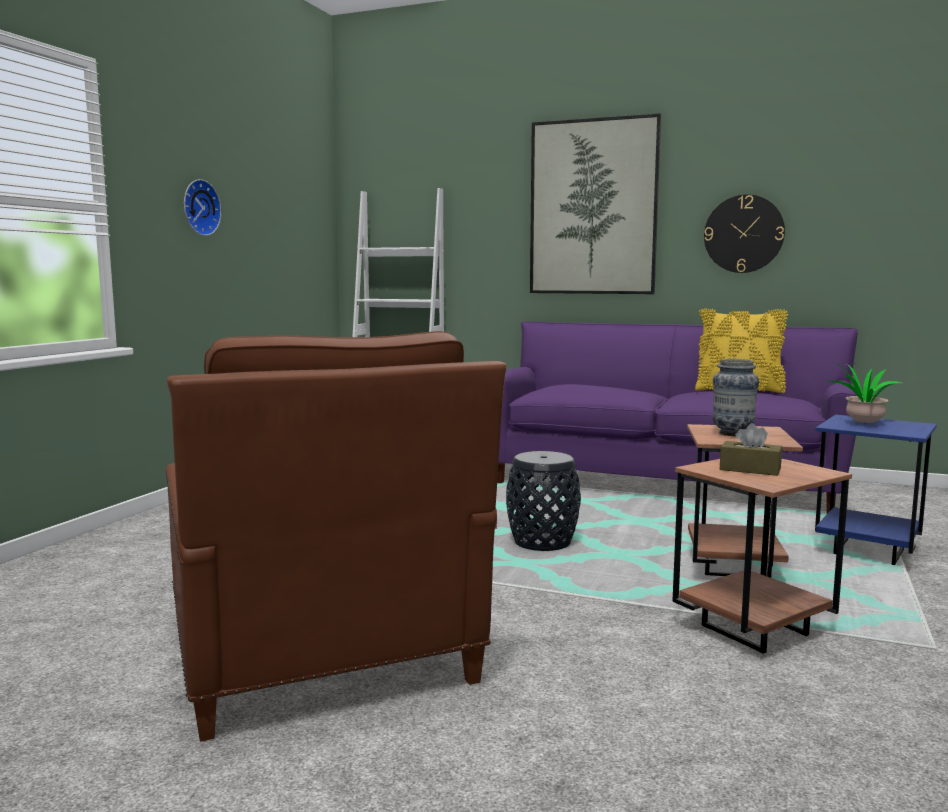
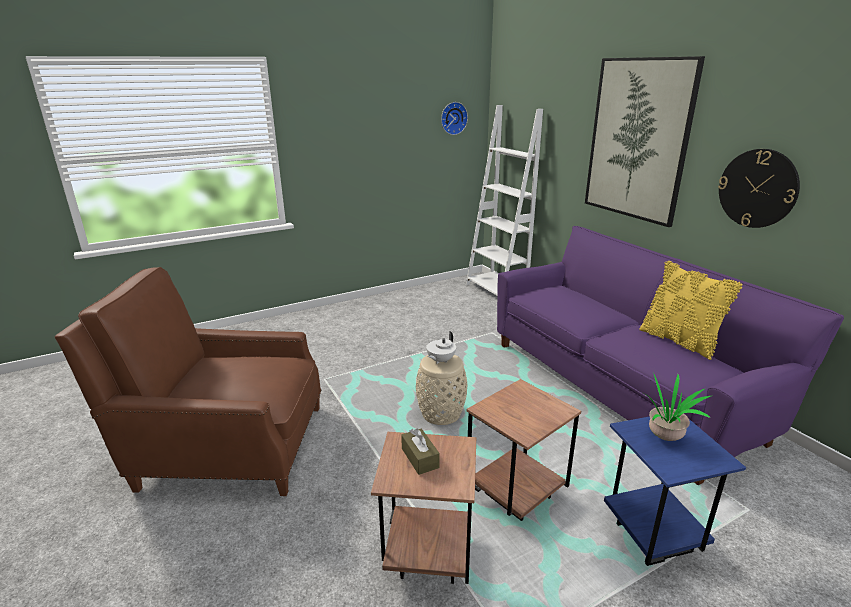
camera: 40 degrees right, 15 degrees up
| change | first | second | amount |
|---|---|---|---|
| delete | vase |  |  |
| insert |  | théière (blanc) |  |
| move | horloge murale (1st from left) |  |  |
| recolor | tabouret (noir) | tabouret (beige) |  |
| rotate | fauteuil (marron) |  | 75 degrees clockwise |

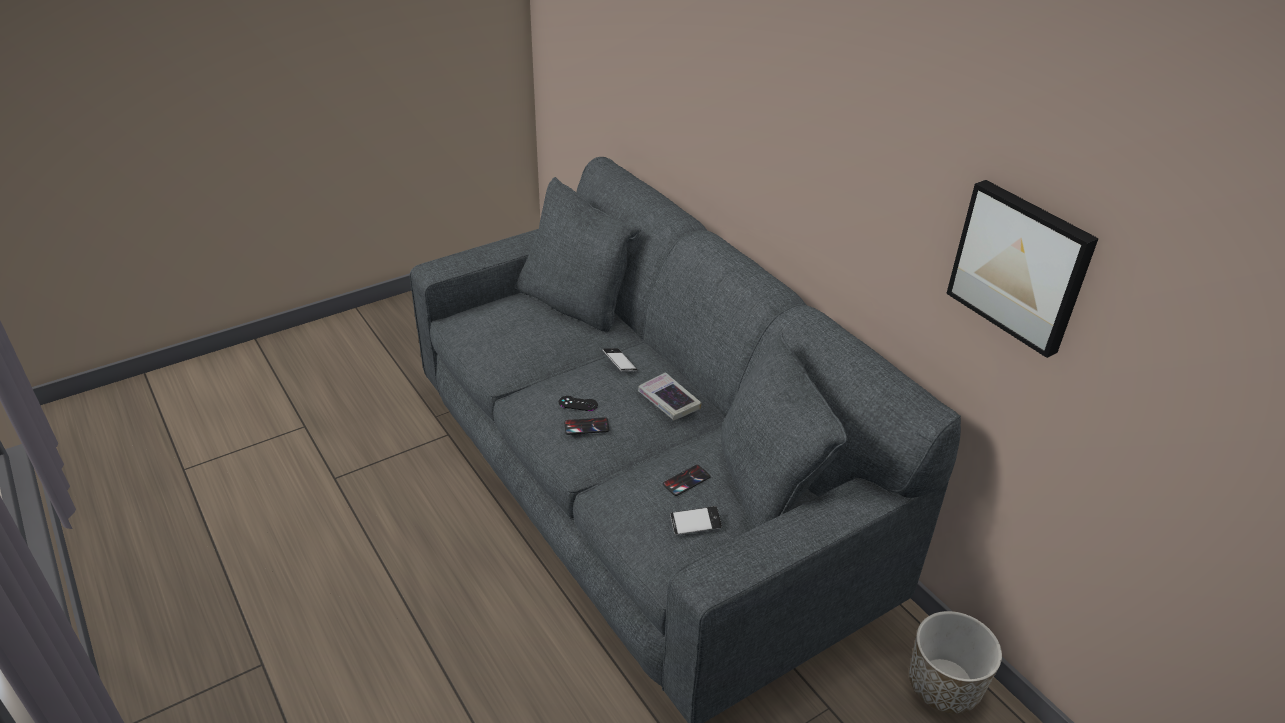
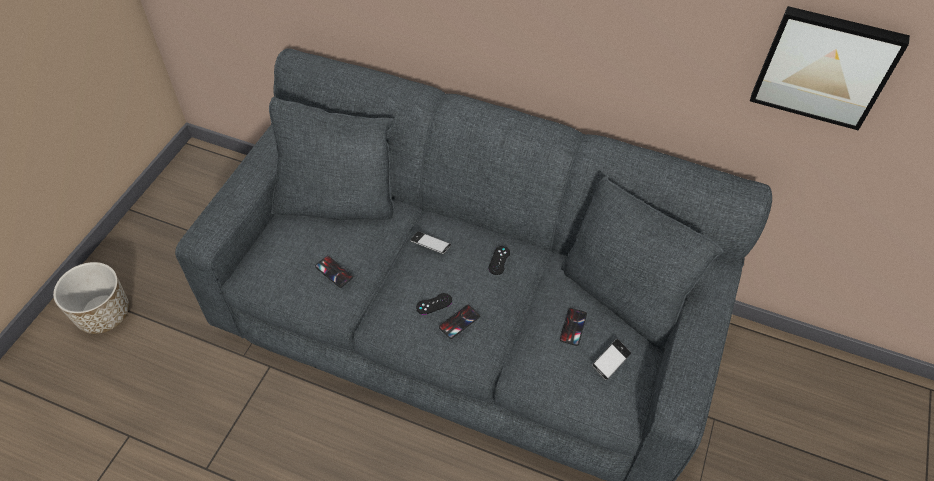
camera: 35 degrees left, 15 degrees up
| change | first | second | amount |
|---|---|---|---|
| insert |  | téléphone (1st from left) |  |
| move | cache-pot |  |  |
| replace | livre | manette (noir) (2nd from left) |  |

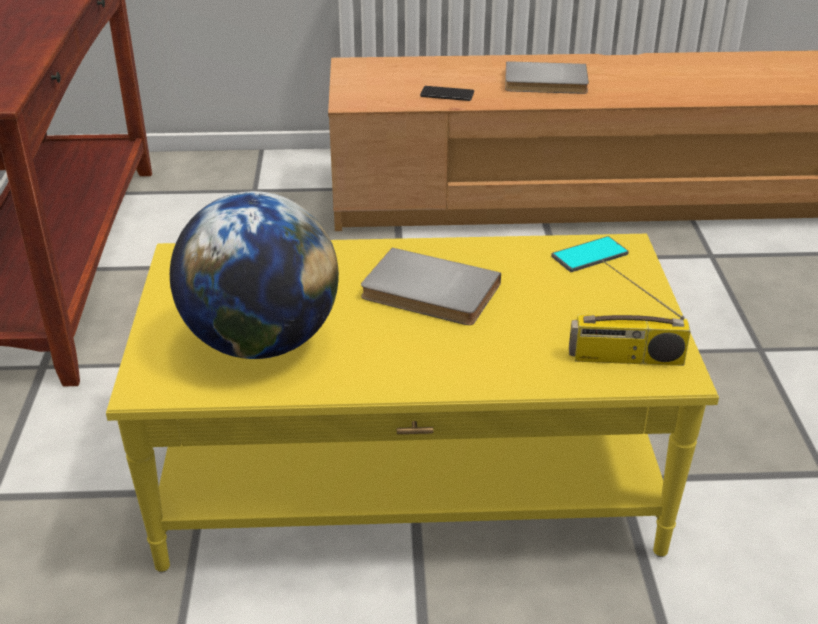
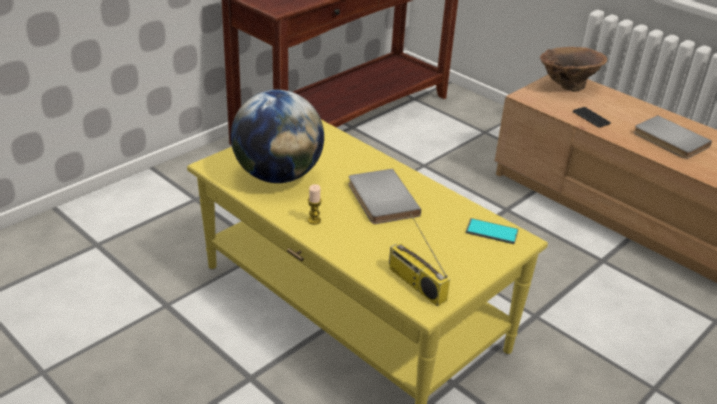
camera: 45 degrees right, 0 degrees up
| change | first | second | amount |
|---|---|---|---|
| insert |  | bougie |  |
| insert |  | vase (marron) |  |

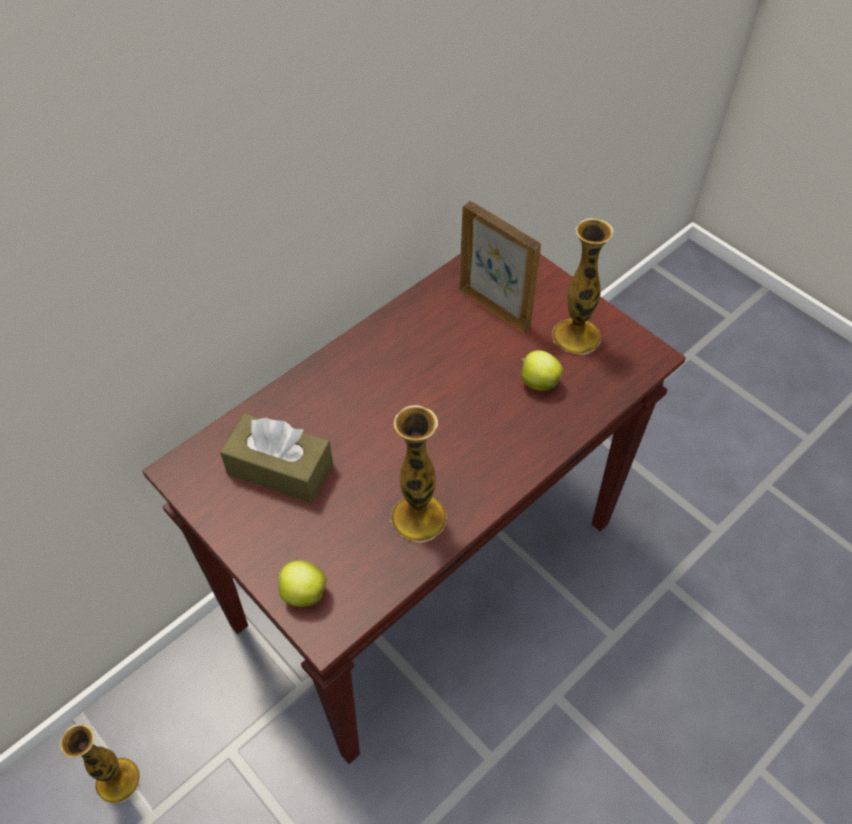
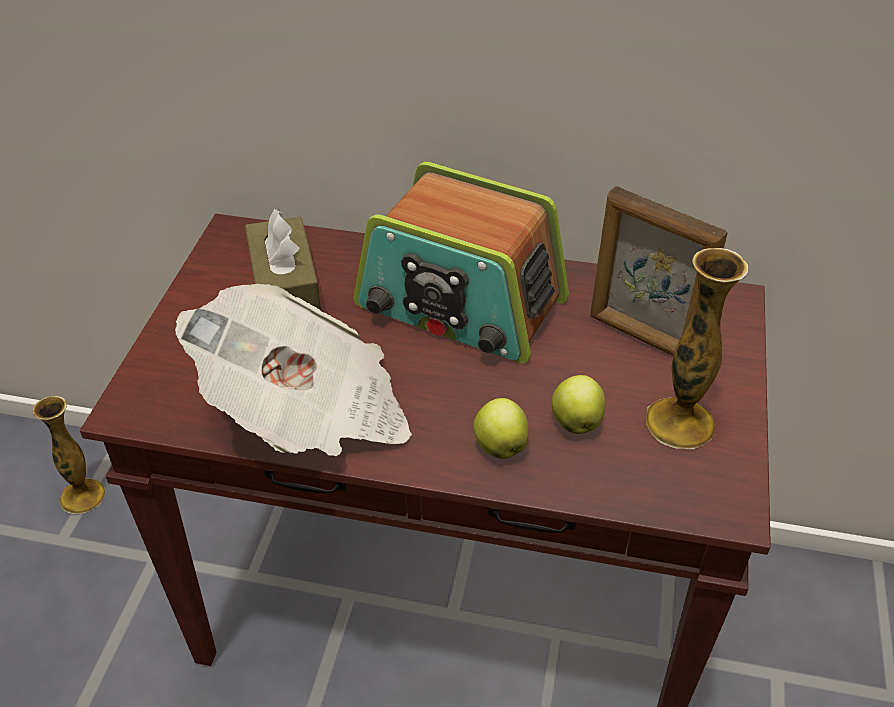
camera: 55 degrees right, 10 degrees down
| change | first | second | amount |
|---|---|---|---|
| insert |  | radio |  |
| move | pomme (1st from left) |  |  |
| replace | vase (2nd from left) | journal |  |
| rotate | cadre photo |  | 120 degrees clockwise |

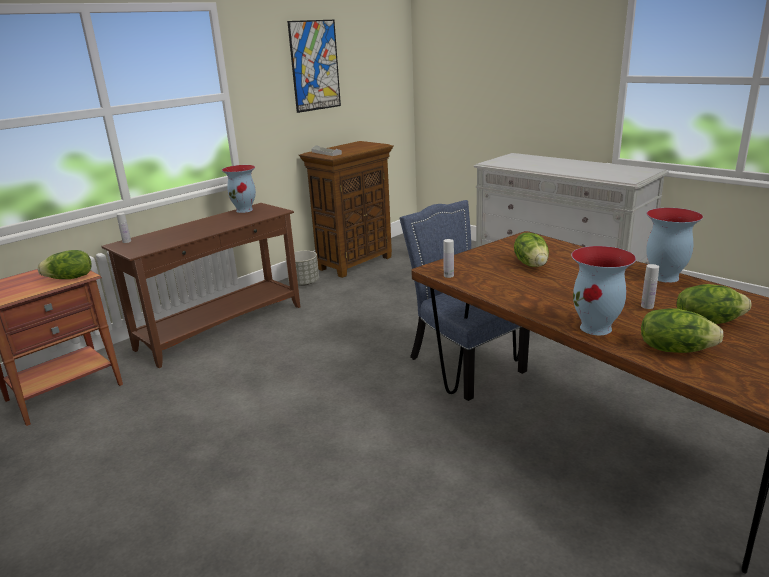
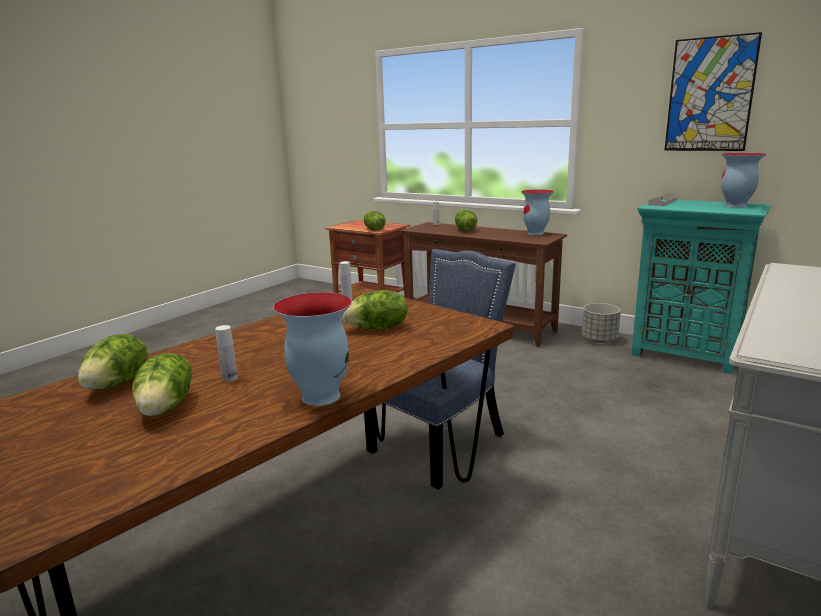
camera: 80 degrees right, 5 degrees down
| change | first | second | amount |
|---|---|---|---|
| insert |  | laitue (5th from left) |  |
| move | vase (2nd from left in the first image) | vase (3rd from left) |  |
| recolor | meuble de rangement (marron) | meuble de rangement (turquoise) |  |

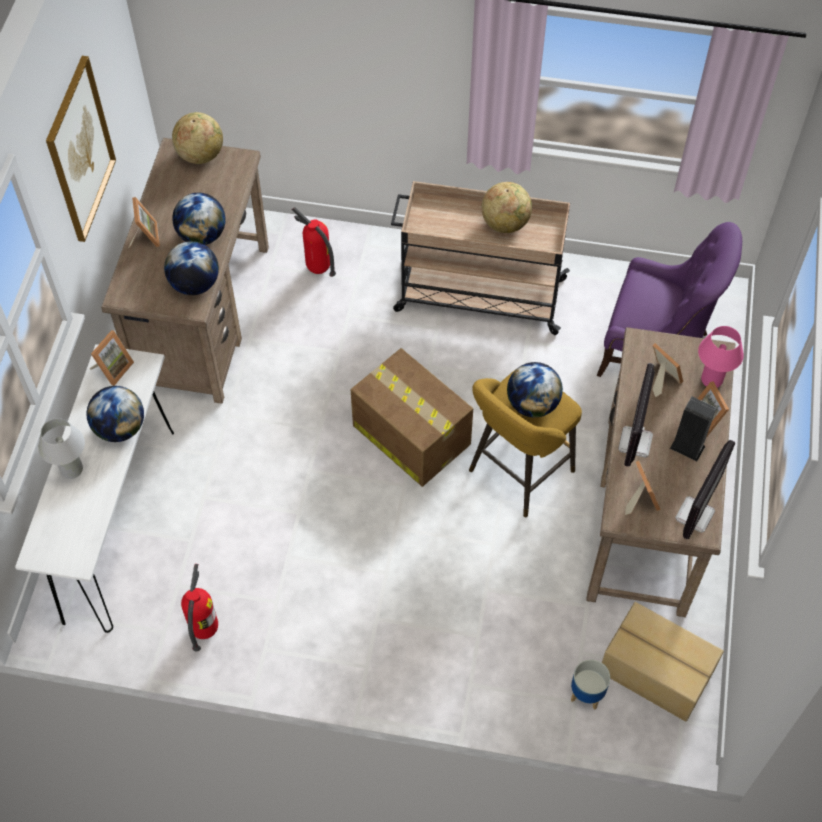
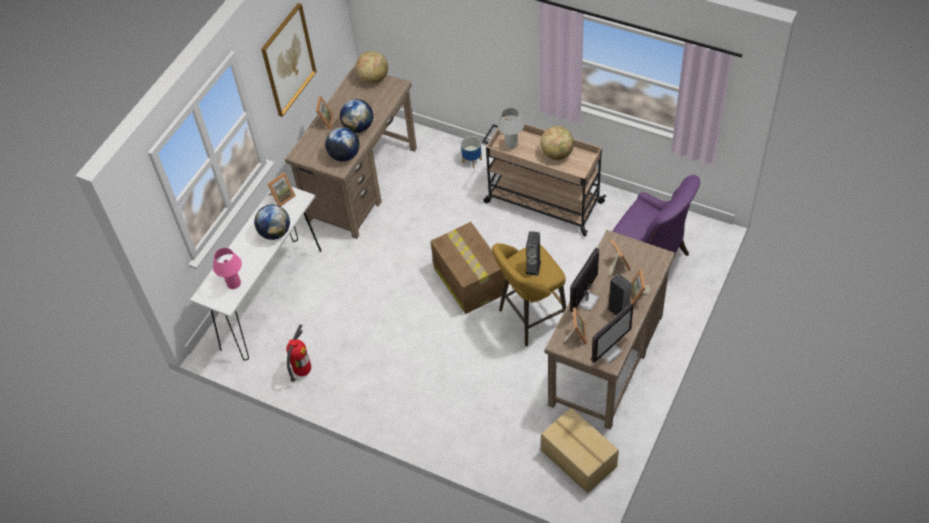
camera: 20 degrees right, 5 degrees down
| change | first | second | amount |
|---|---|---|---|
| delete | extincteur (2nd from left) |  |  |
| move | lampe de table (blanc) |  |  |
| move | cache-pot |  |  |
| move | lampe de table (rose) |  |  |
| replace | globe (6th from left) | enceinte (1st from left) |  |

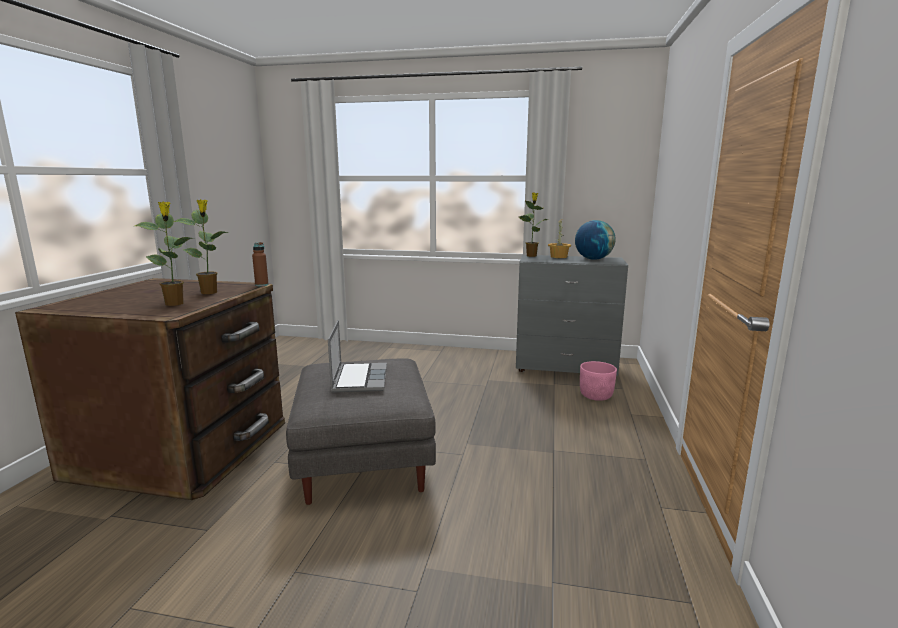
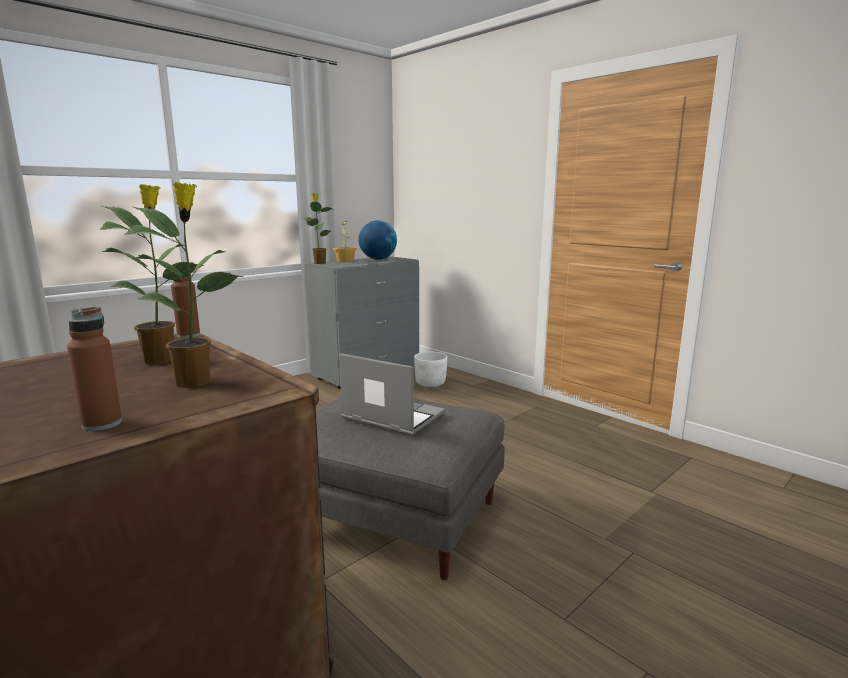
camera: 55 degrees left, 0 degrees up
| change | first | second | amount |
|---|---|---|---|
| insert |  | bouteille (marron) (1st from left) |  |
| recolor | cache-pot (rose) | cache-pot (blanc) |  |

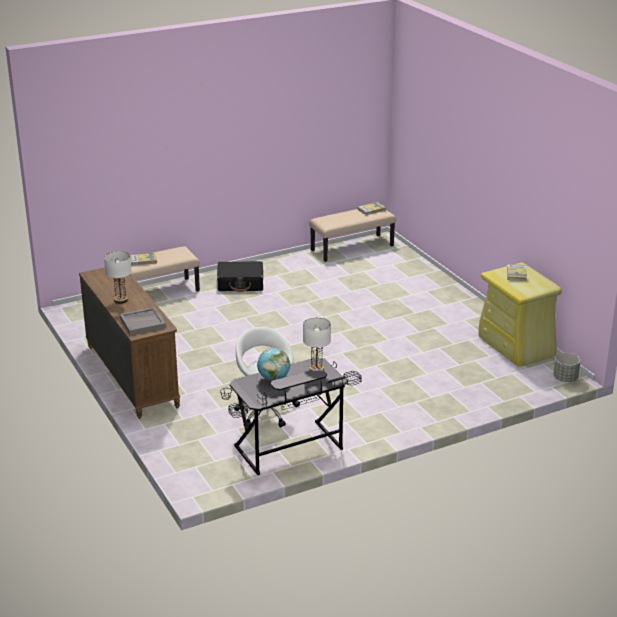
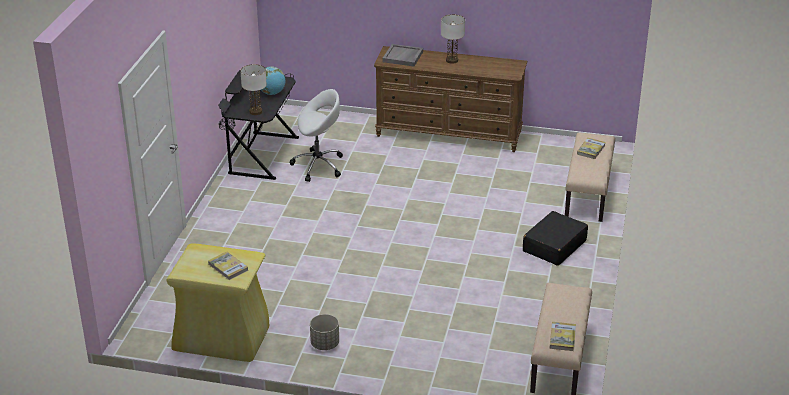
camera: 130 degrees right, 5 degrees up
| change | first | second | amount |
|---|---|---|---|
| move | cache-pot (gris) |  |  |

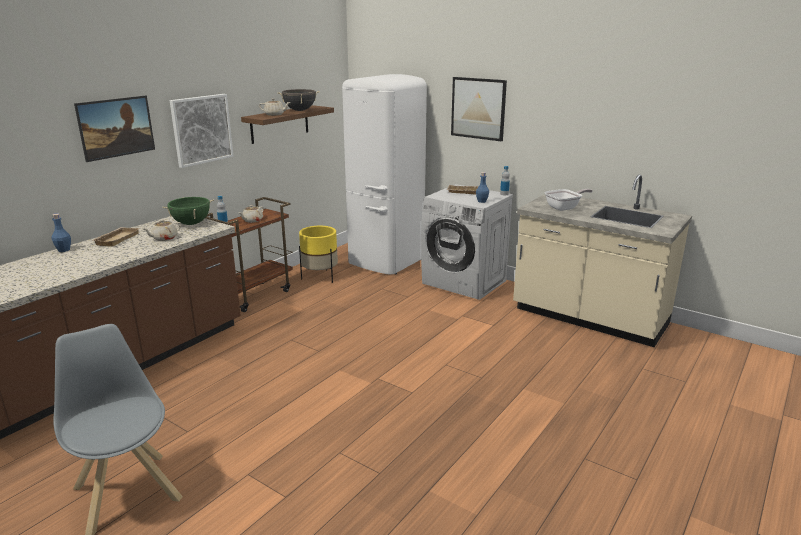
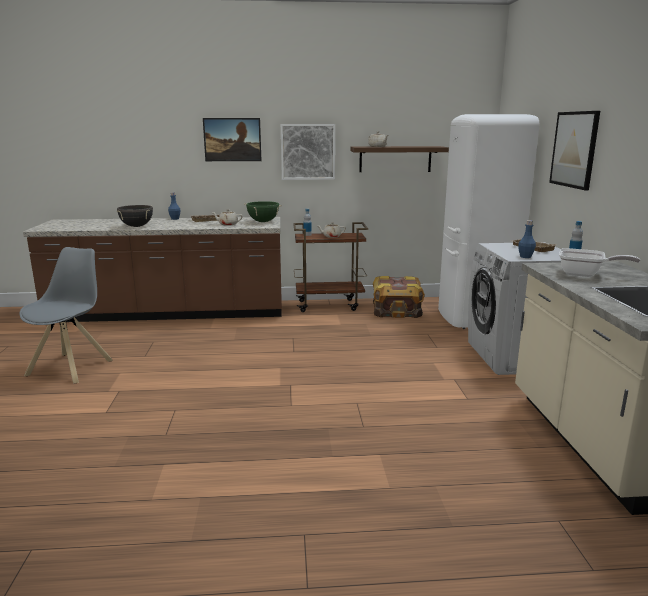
camera: 50 degrees right, 5 degrees down
| change | first | second | amount |
|---|---|---|---|
| move | marmite (noir) |  |  |
| replace | cache-pot (jaune) | caisse |  |

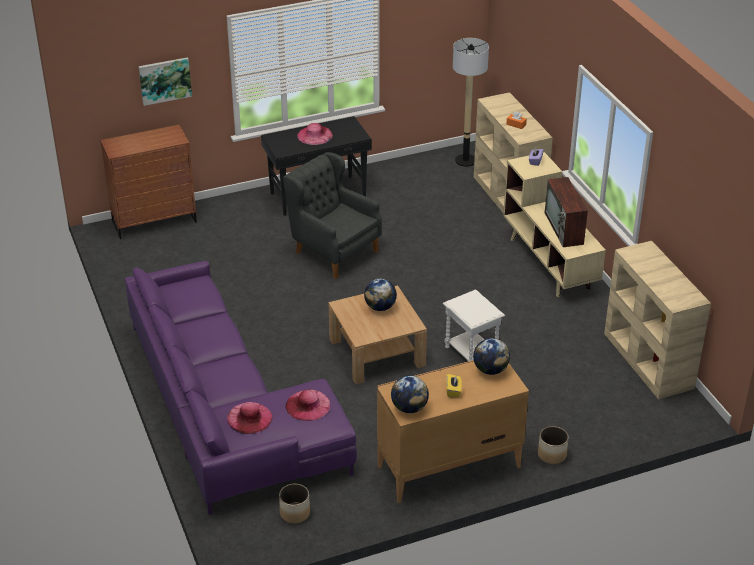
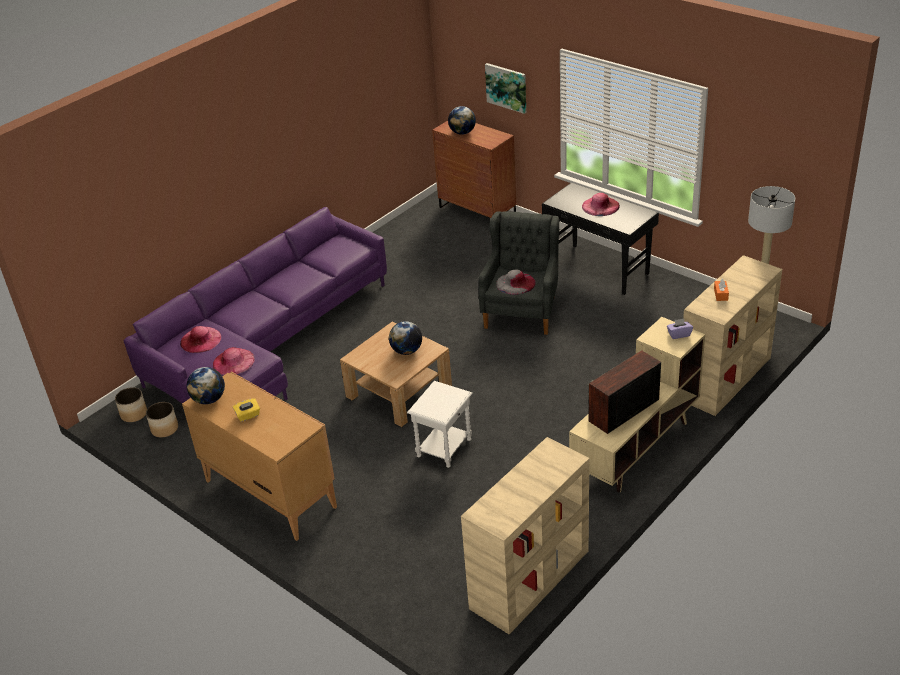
camera: 65 degrees right, 0 degrees up
| change | first | second | amount |
|---|---|---|---|
| insert |  | chapeau (gris) |  |
| move | globe (3rd from left) |  |  |
| move | cache-pot (2nd from left in the first image) | cache-pot (1st from left) |  |

